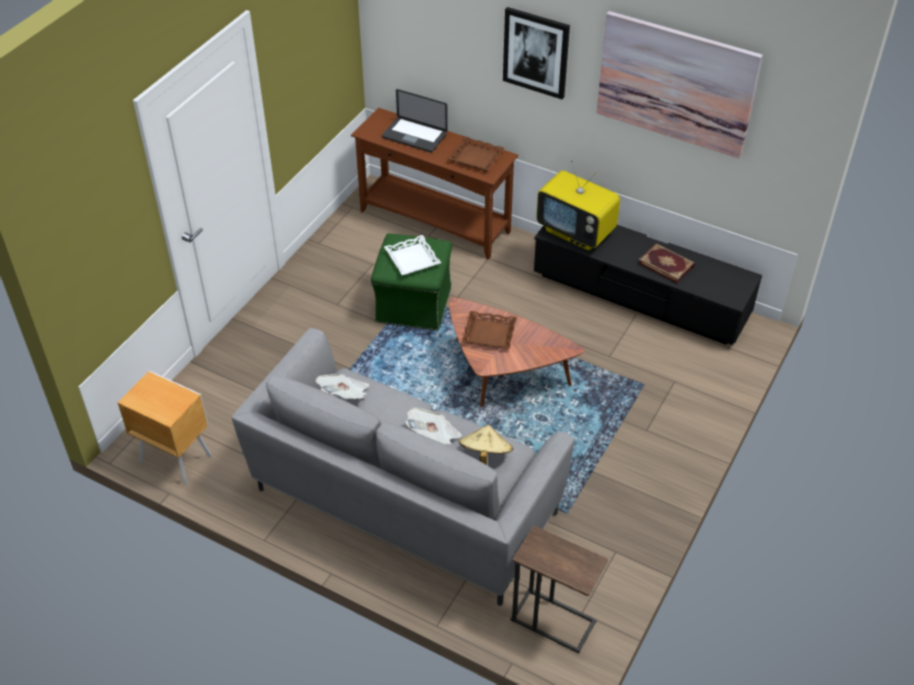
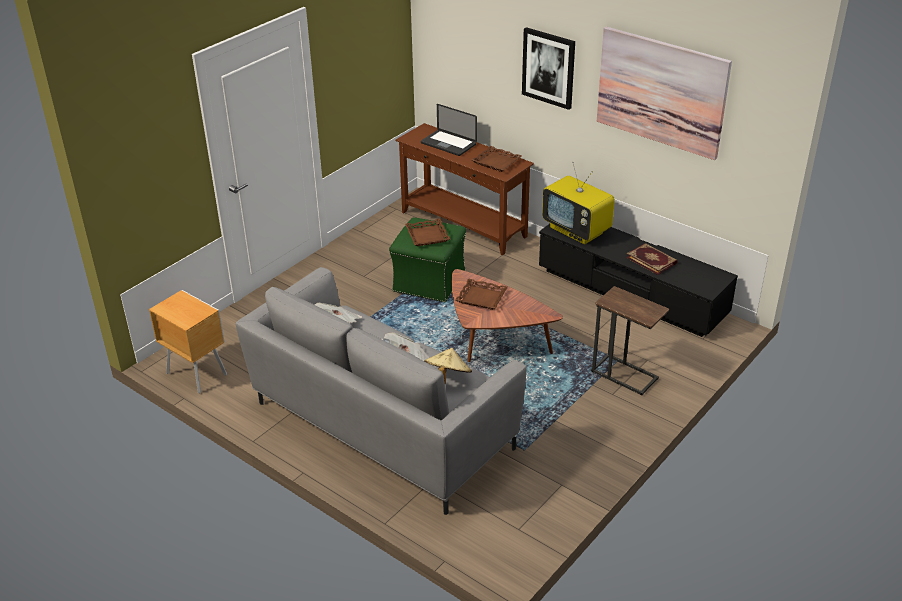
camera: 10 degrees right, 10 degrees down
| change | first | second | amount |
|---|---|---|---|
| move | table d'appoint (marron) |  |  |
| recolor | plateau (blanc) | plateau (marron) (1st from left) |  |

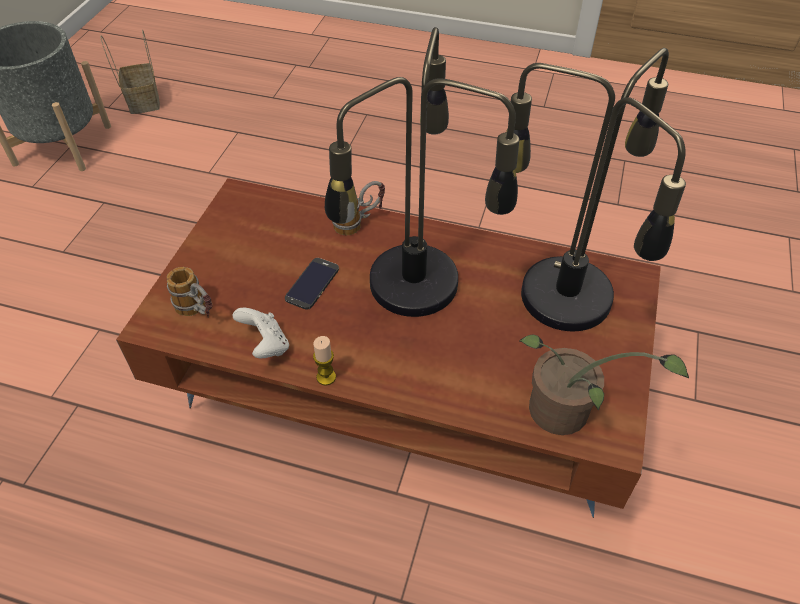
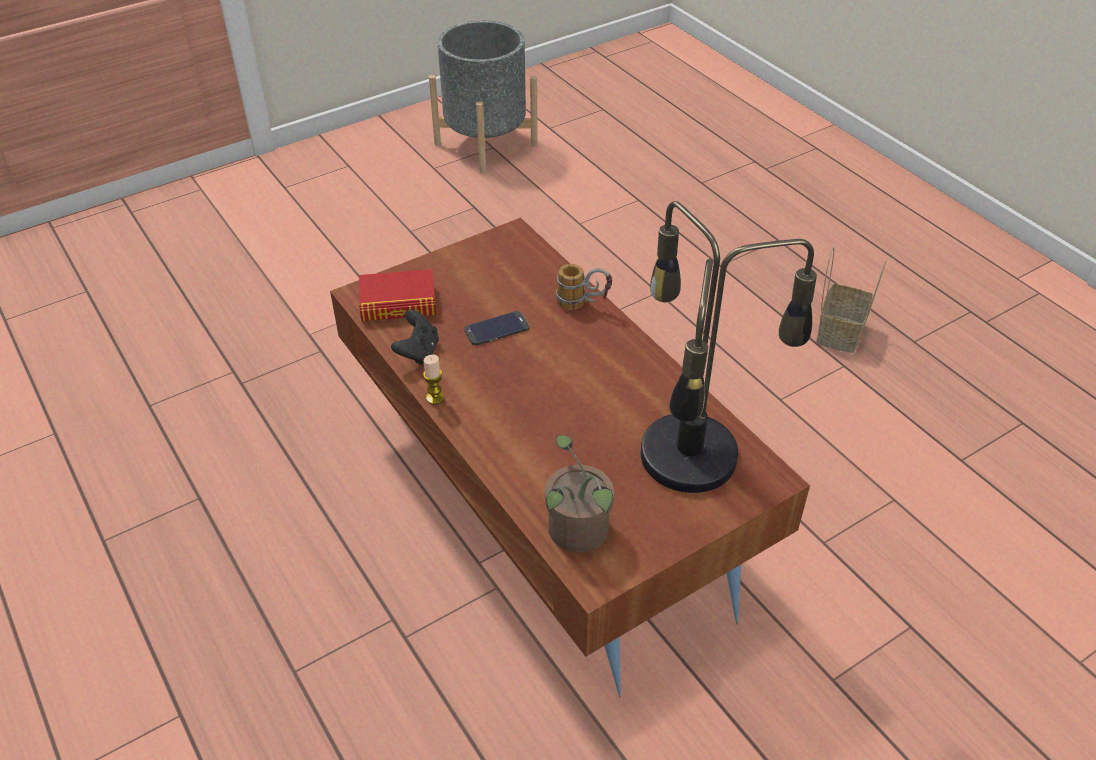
camera: 40 degrees right, 5 degrees down
| change | first | second | amount |
|---|---|---|---|
| delete | lampe de table (1st from left) |  |  |
| move | panier |  |  |
| replace | mug (1st from left) | livre |  |
| recolor | manette (blanc) | manette (noir) |  |

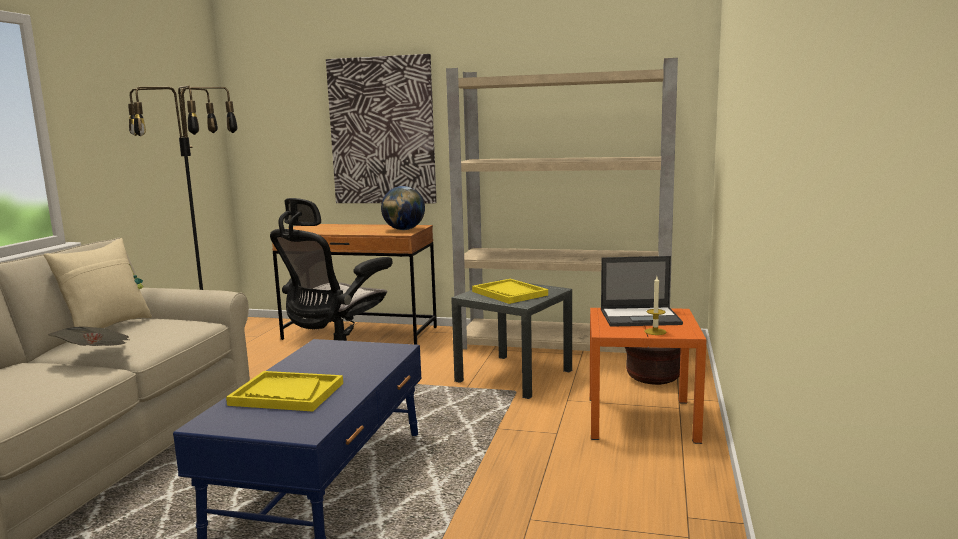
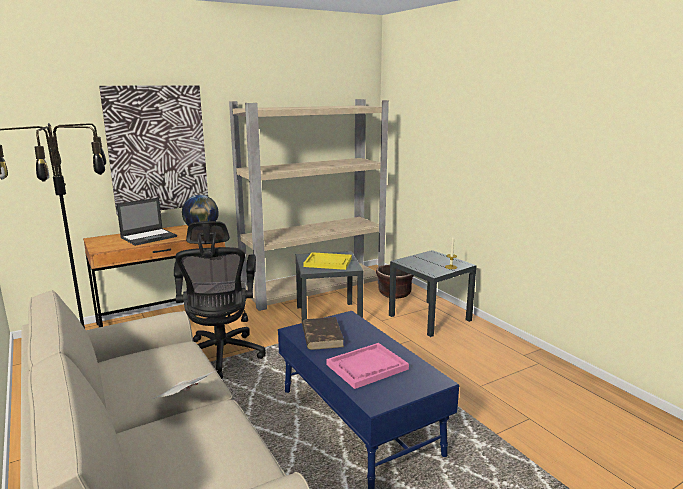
camera: 45 degrees left, 5 degrees up
| change | first | second | amount |
|---|---|---|---|
| delete | coussin (beige) |  |  |
| insert |  | livre (marron) |  |
| move | ordinateur portable |  |  |
| recolor | plateau (jaune) (1st from left) | plateau (rose) |  |
| recolor | table d'appoint (orange) | table d'appoint (gris) (2nd from left) |  |

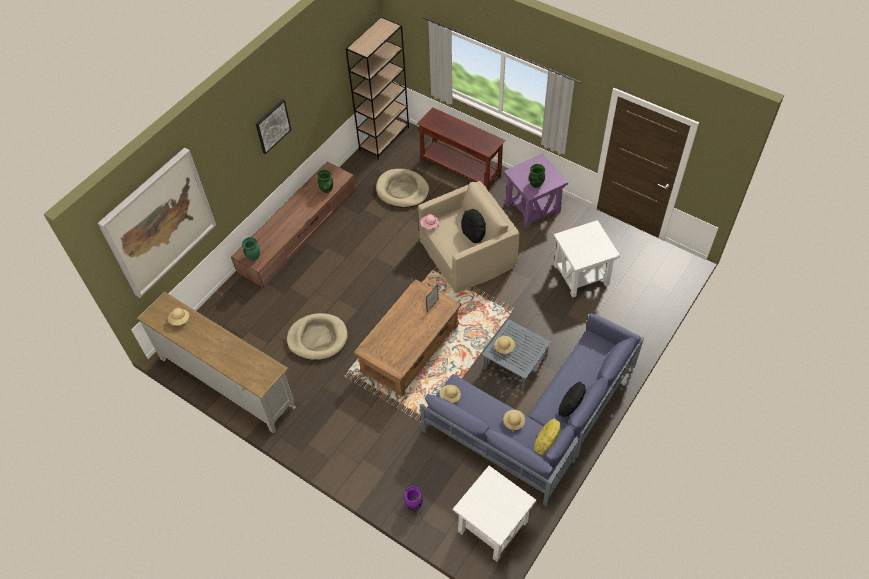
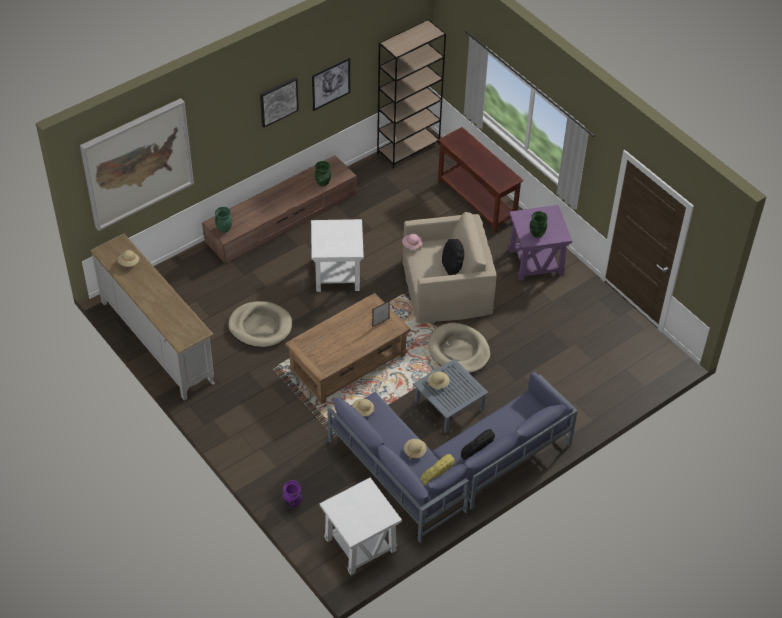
camera: 15 degrees right, 5 degrees down
| change | first | second | amount |
|---|---|---|---|
| insert |  | tableau (3rd from left) |  |
| move | panier pour chien (beige) (2nd from left) |  |  |
| move | table d'appoint (blanc) (2nd from left in the first image) | table d'appoint (blanc) (1st from left) |  |

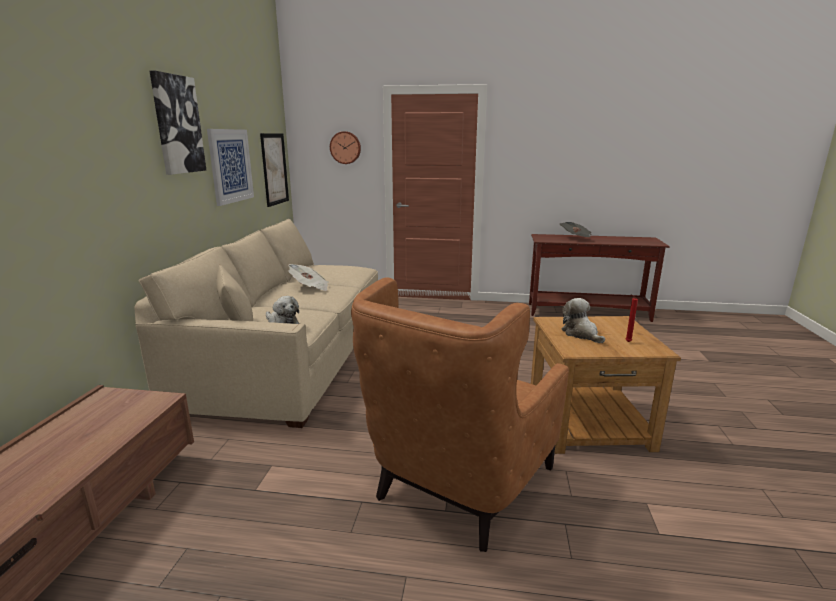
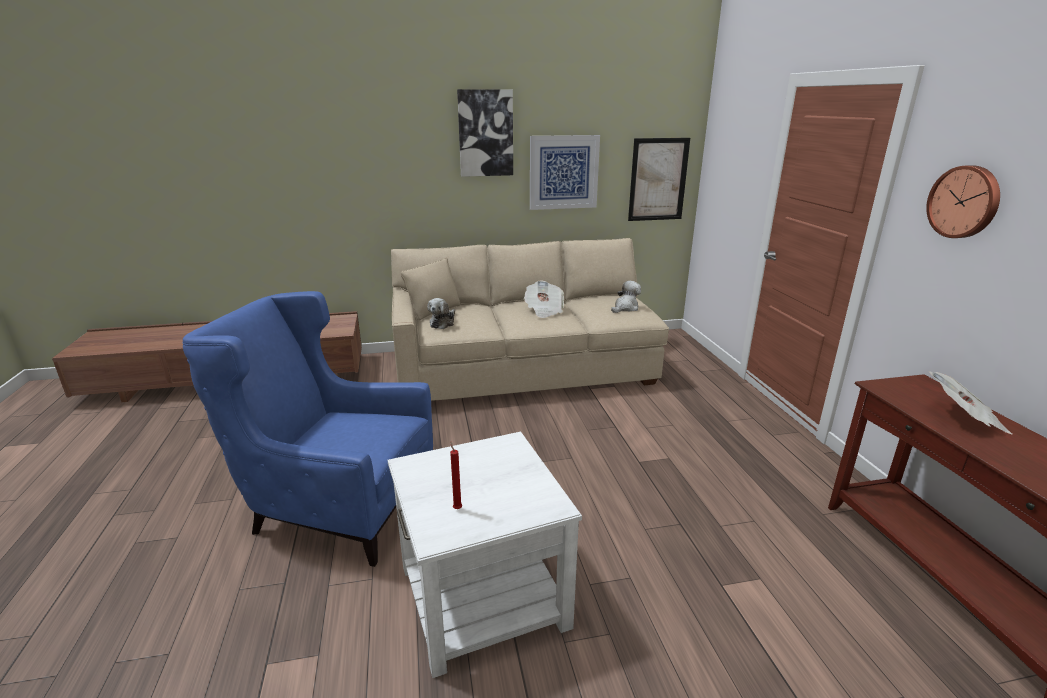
camera: 70 degrees right, 5 degrees up
| change | first | second | amount |
|---|---|---|---|
| move | horloge murale |  |  |
| move | peluche (2nd from left) |  |  |
| recolor | fauteuil (marron) | fauteuil (bleu) |  |
| recolor | table d'appoint (marron) | table d'appoint (blanc) |  |

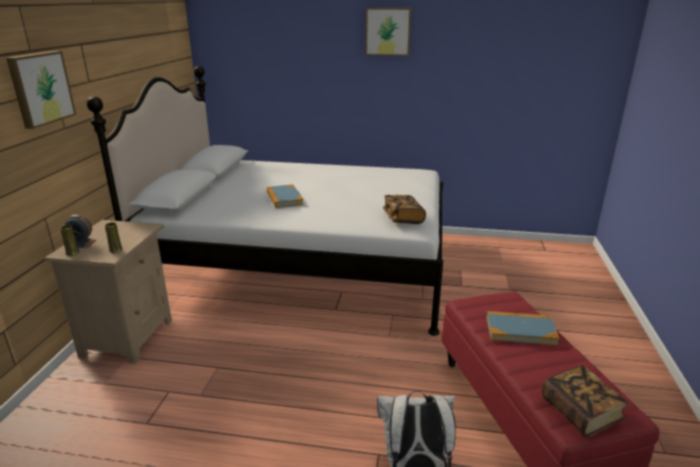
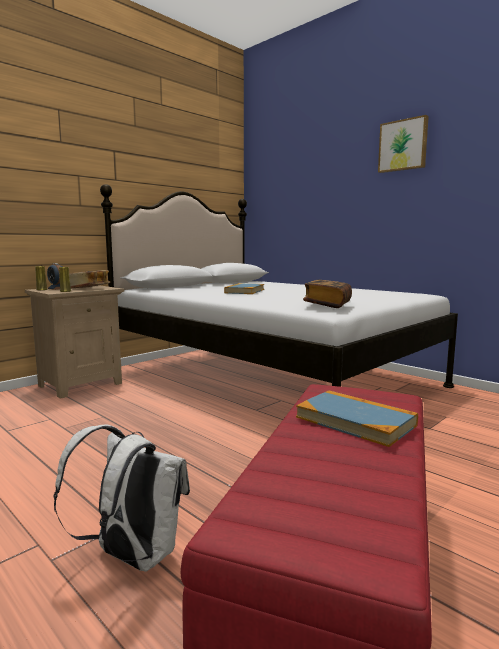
camera: 35 degrees right, 15 degrees down
| change | first | second | amount |
|---|---|---|---|
| delete | tableau (1st from left) |  |  |
| move | livre (4th from left in the first image) | livre (1st from left) |  |

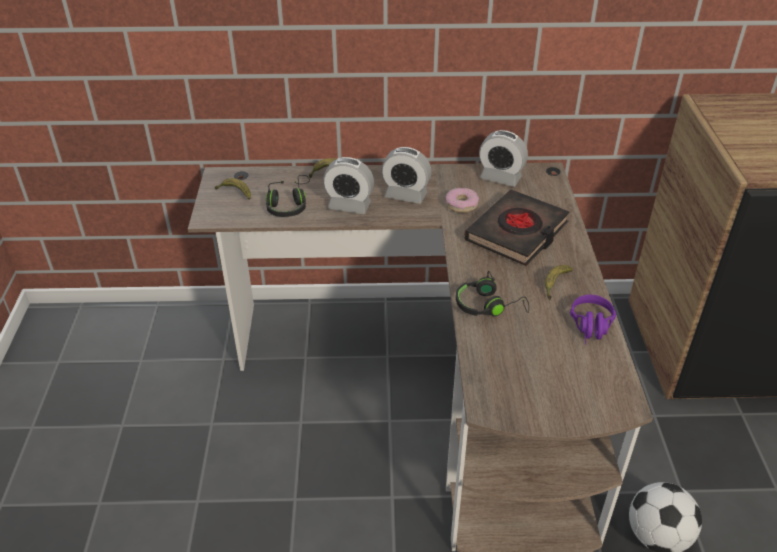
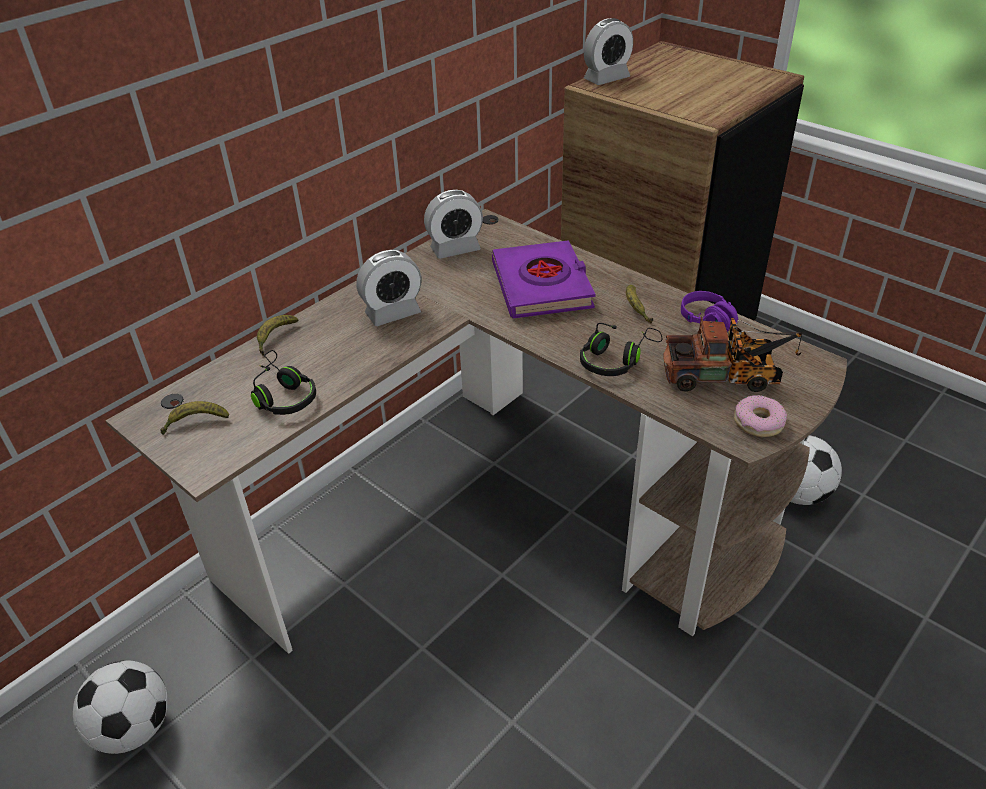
camera: 45 degrees left, 0 degrees up
| change | first | second | amount |
|---|---|---|---|
| insert |  | ballon de foot (1st from left) |  |
| insert |  | camion jouet |  |
| move | réveil (1st from left in the first image) | réveil (3rd from left) |  |
| move | beignet |  |  |
| recolor | livre (noir) | livre (violet) |  |

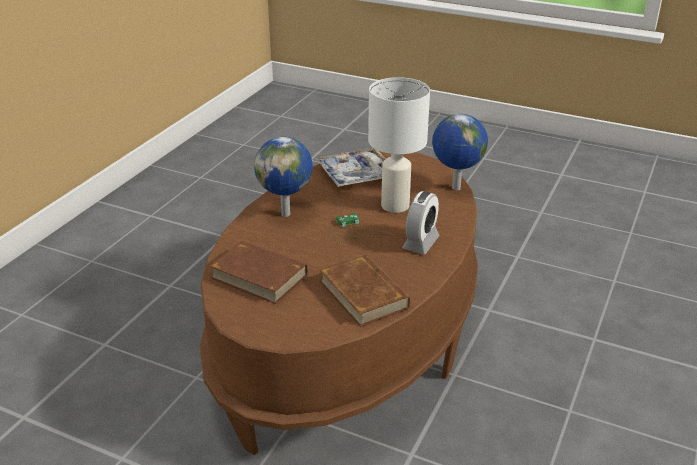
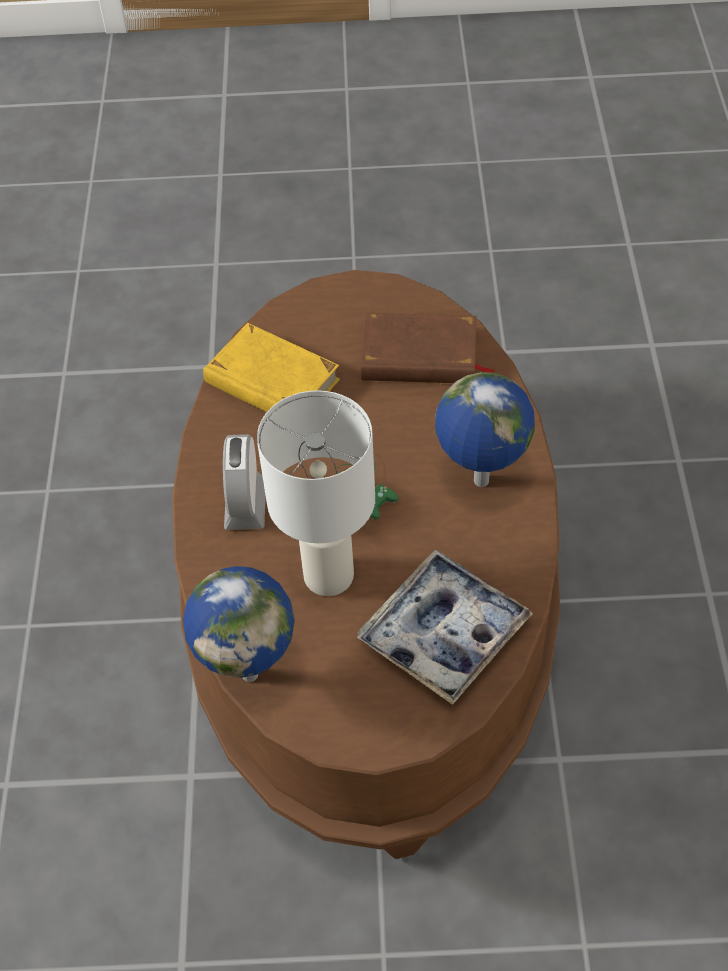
camera: 155 degrees right, 20 degrees up
| change | first | second | amount |
|---|---|---|---|
| recolor | livre (marron) (2nd from left) | livre (jaune) |  |

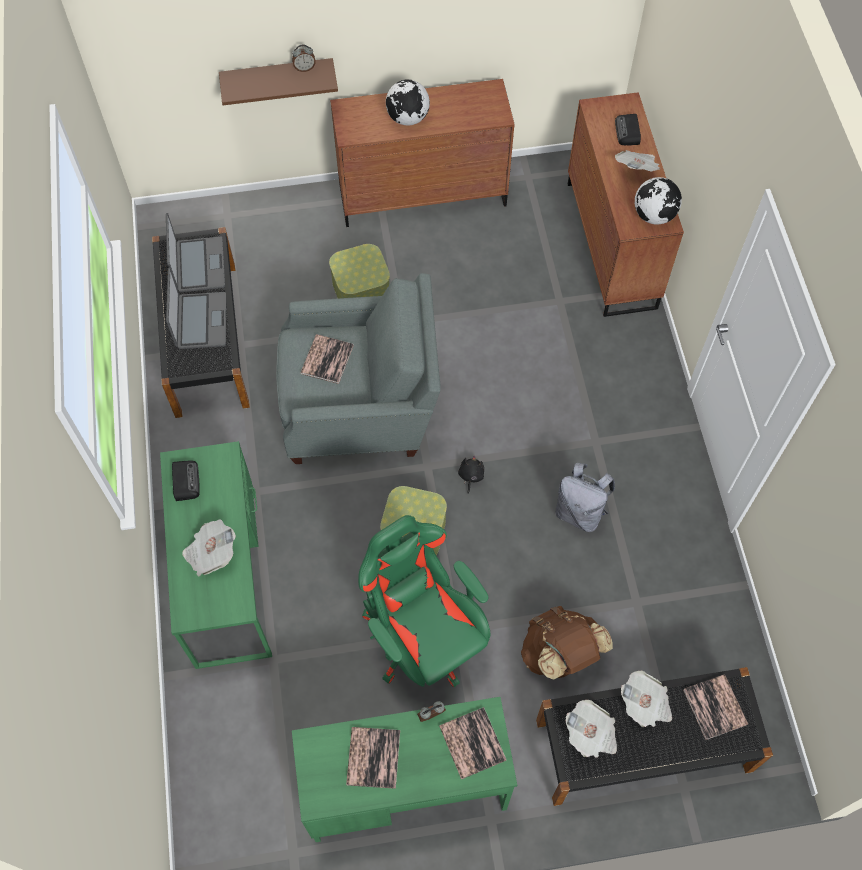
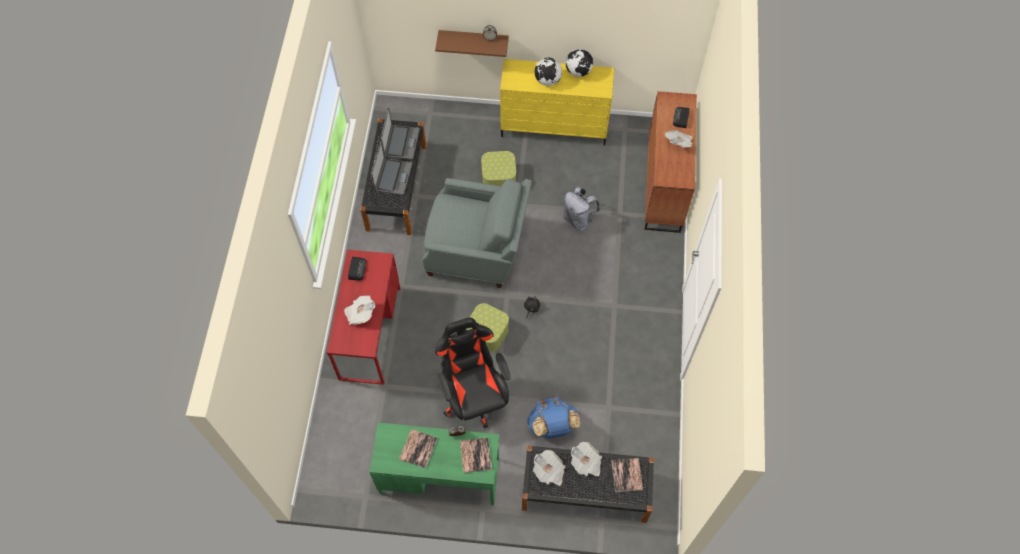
camera: 15 degrees right, 0 degrees up
| change | first | second | amount |
|---|---|---|---|
| delete | livre (1st from left) |  |  |
| move | sac à dos (gris) |  |  |
| move | globe (2nd from left) |  |  |
| recolor | bureau (vert) (1st from left) | bureau (rouge) |  |
| recolor | commode (marron) (1st from left) | commode (jaune) |  |
| recolor | chaise de bureau (vert) | chaise de bureau (noir) |  |
| recolor | sac à dos (marron) | sac à dos (bleu) |  |

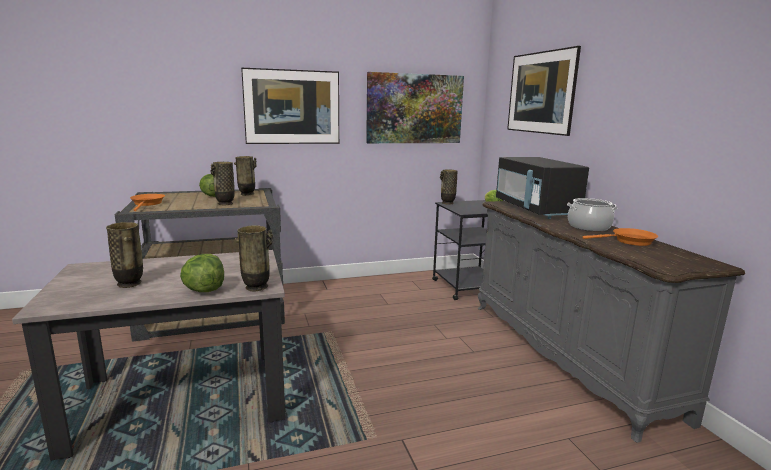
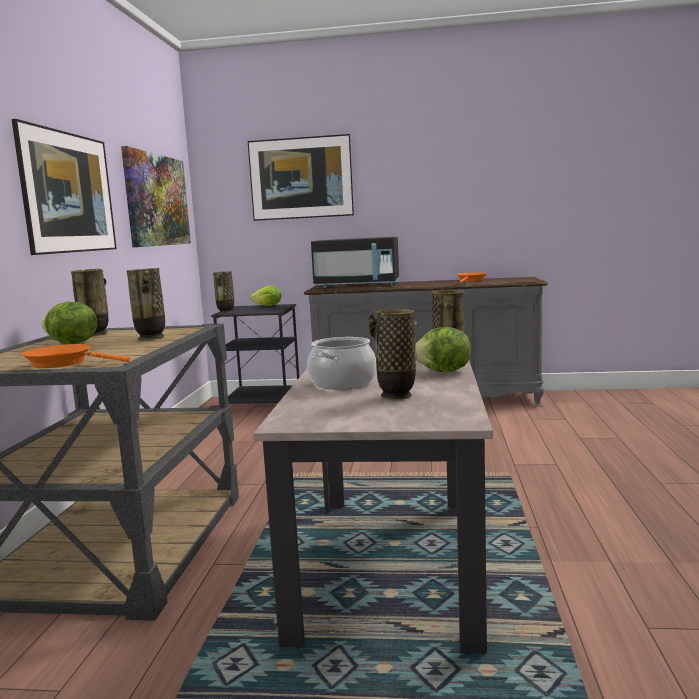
camera: 65 degrees left, 5 degrees down
| change | first | second | amount |
|---|---|---|---|
| move | marmite |  |  |

